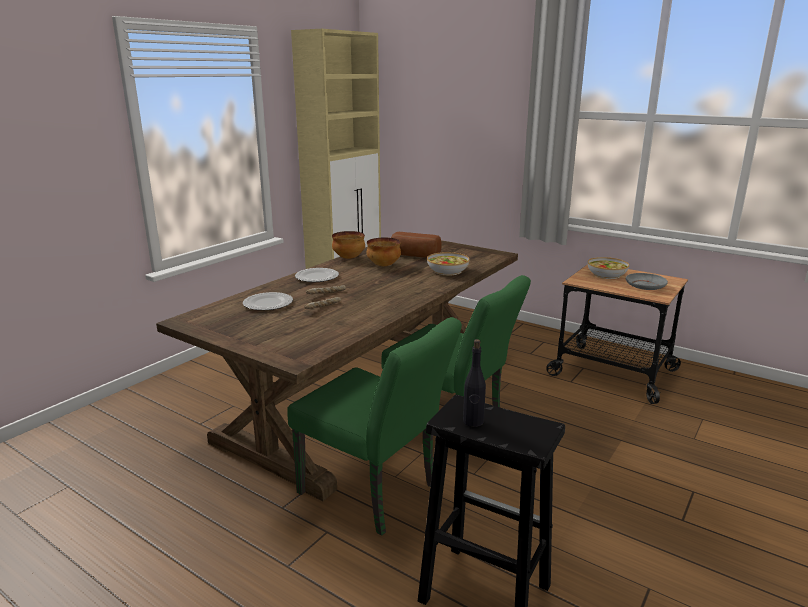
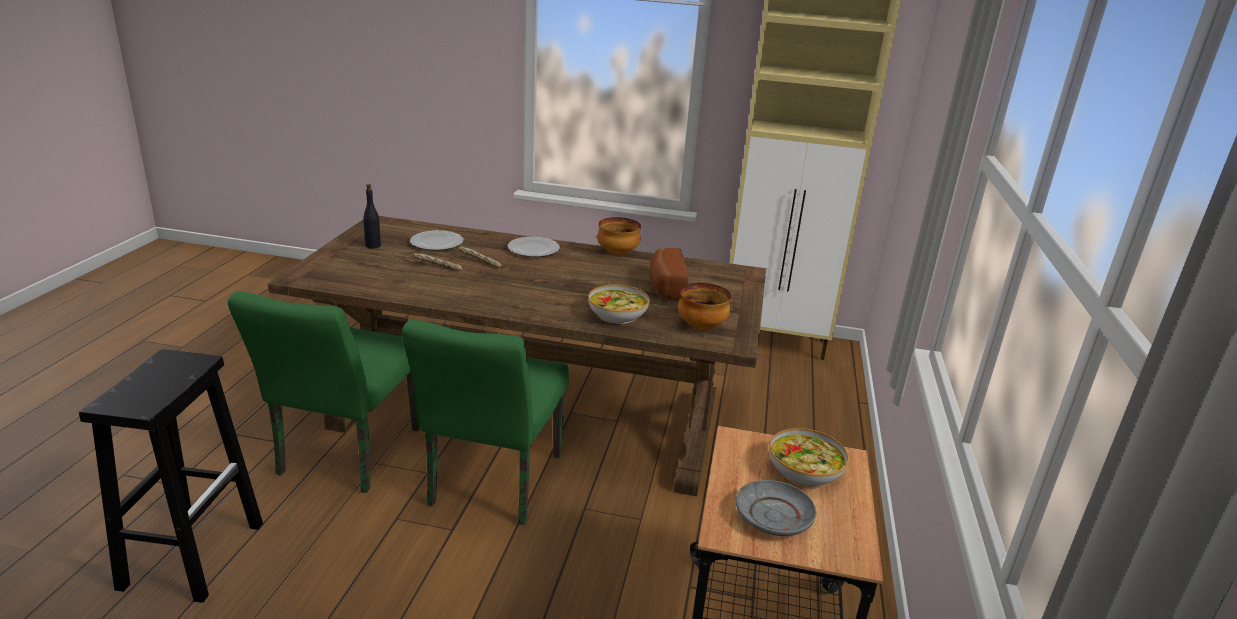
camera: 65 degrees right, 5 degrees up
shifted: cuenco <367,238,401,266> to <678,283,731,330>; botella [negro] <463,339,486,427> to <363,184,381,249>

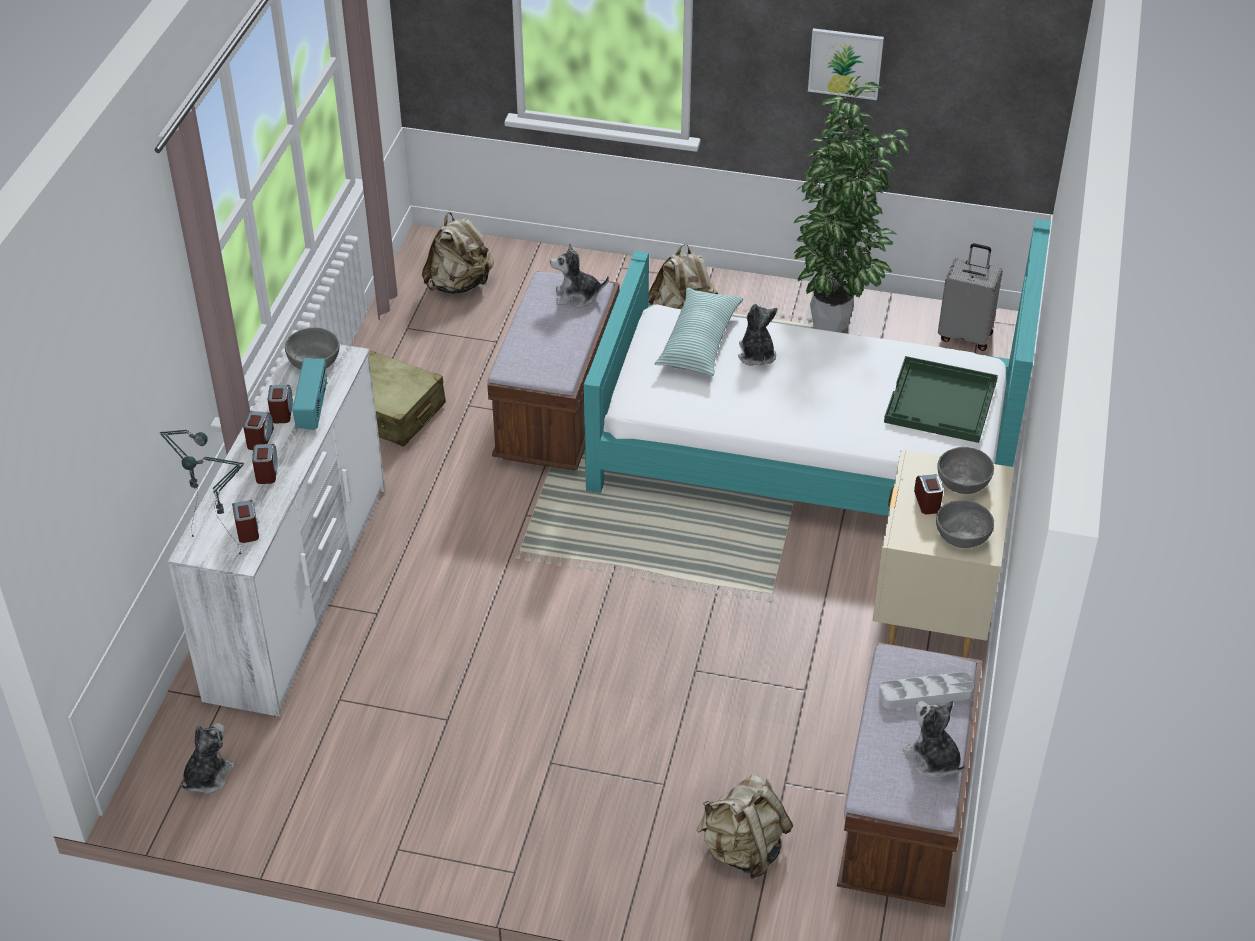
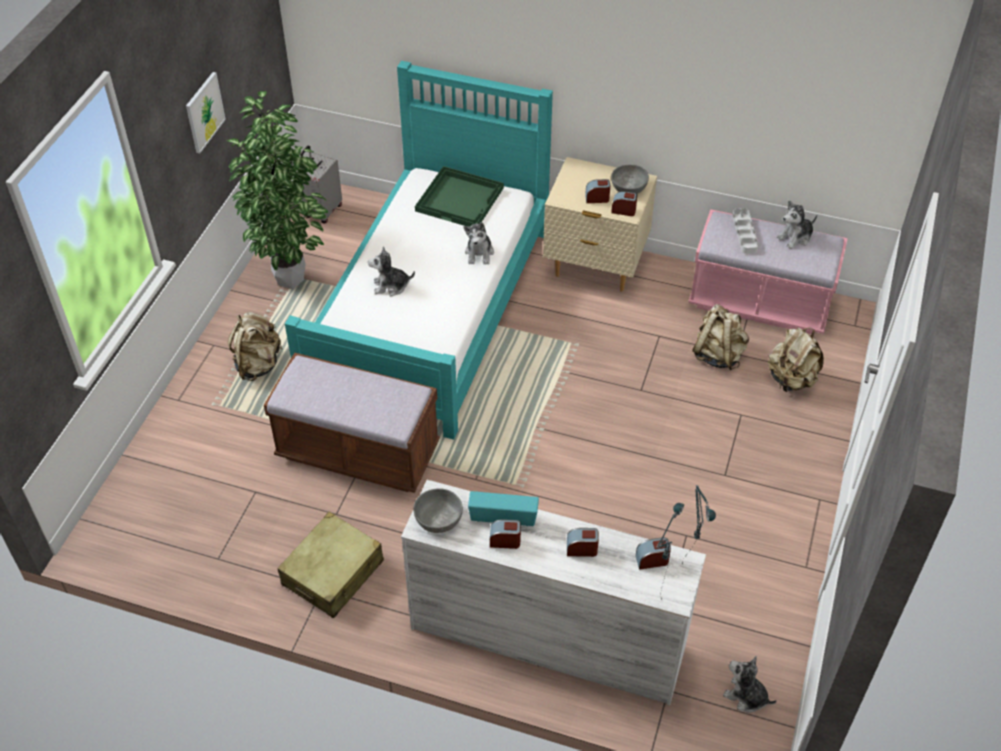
camera: 85 degrees left, 5 degrees up
gone: cojín <655,288,744,376>; cuenco [gris] <937,447,994,494>
shifted: despertador <243,411,274,450> to <611,191,637,216>; mochila [beis] <422,212,494,294> to <692,304,749,371>; peluche <550,244,609,308> to <464,222,494,265>
repainted: banco [marrón] <837,642,982,907> to banco [rosa] <688,209,848,334>

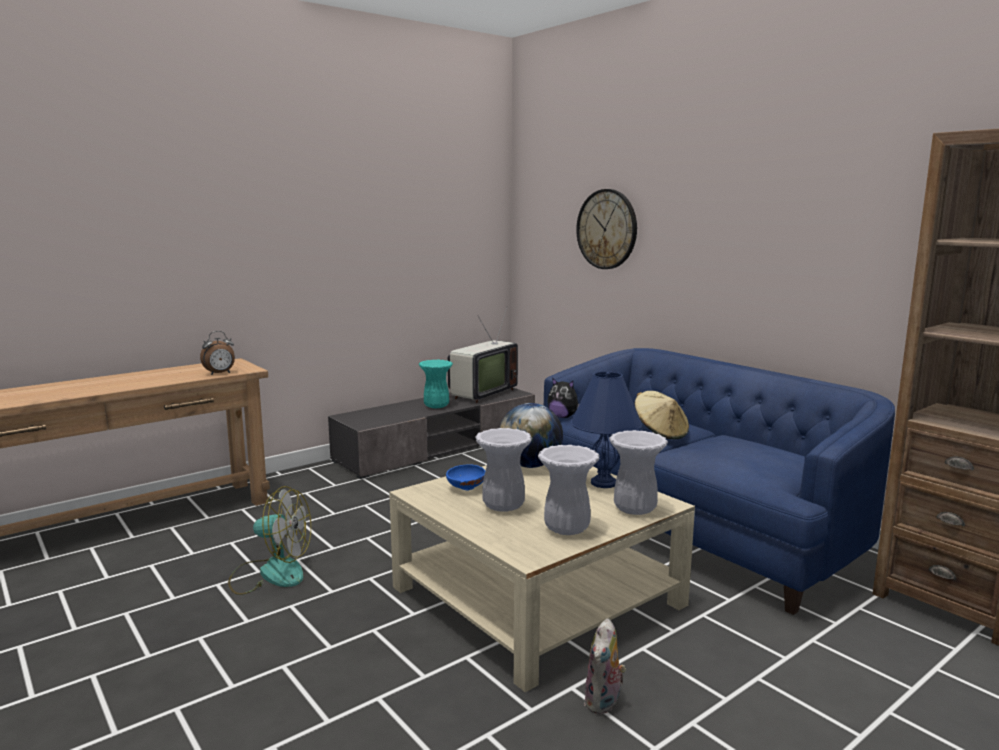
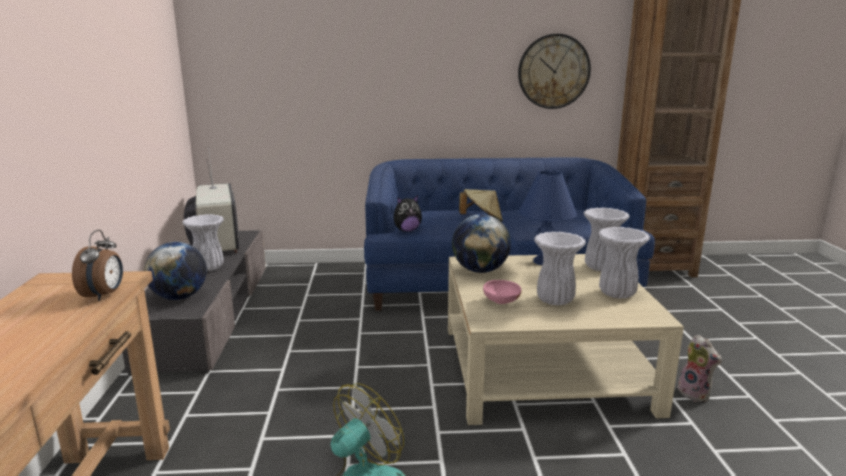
camera: 55 degrees left, 5 degrees up
new: globo terráqueo <144,242,207,300>
shifted: reloj de pared <576,189,637,269> to <518,34,591,109>
repainted: florero [turquesa] <419,360,453,408> to florero [blanco] <182,214,224,271>; cuenco [azul] <446,464,485,491> to cuenco [rosa] <483,280,521,304>

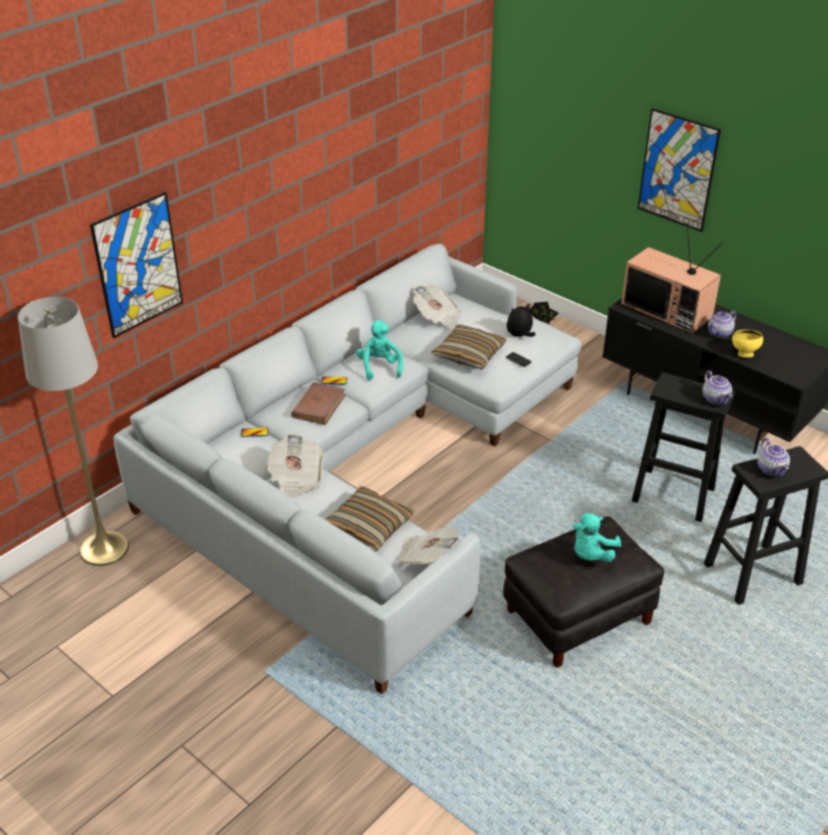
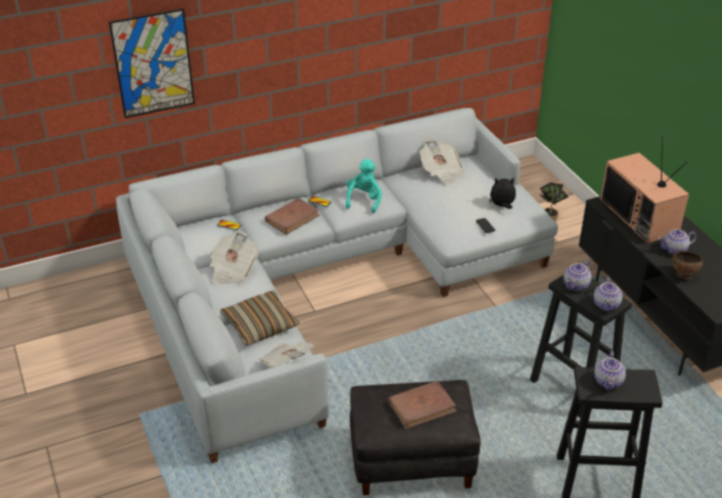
camera: 25 degrees right, 0 degrees up
gone: lámpara de pie [gris] <18,297,129,566>; cojín <431,325,507,369>; cuadro <638,108,721,232>
new: tetera <564,260,591,291>
swapped: peluche [turquesa] <573,513,621,562> to libro [marrón] <388,381,457,429>
repainted: cuenco [amarillo] <732,329,763,358> to cuenco [marrón] <672,251,703,279>

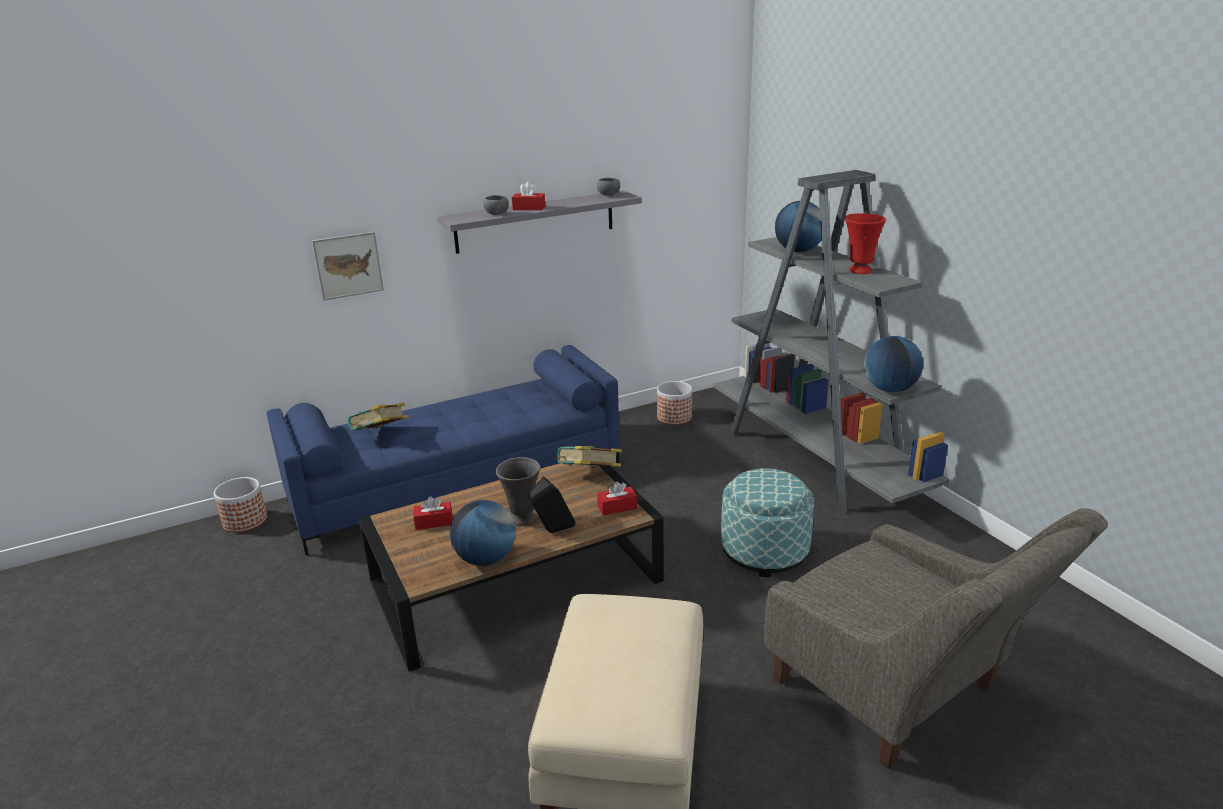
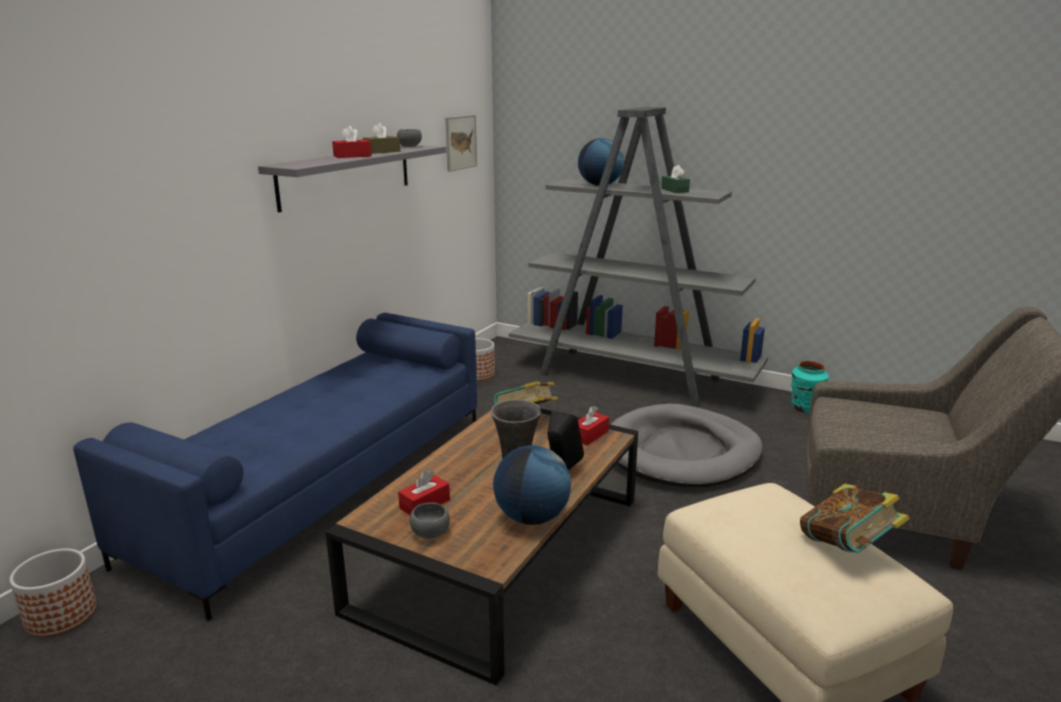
camera: 35 degrees left, 5 degrees down
gone: globo terráqueo <864,336,923,392>
new: caja de pañuelos [marrón] <363,123,400,154>; florero [turquesa] <791,361,829,413>
shifted: cuadro <312,232,384,301> to <445,115,477,172>; libro <348,403,409,431> to <800,483,910,553>; cuenco [gris] <483,195,509,215> to <410,503,450,539>
swapped: puf <721,468,814,577> to cama para perro [gris] <610,404,763,487>; florero [rojo] <845,213,886,274> to caja de pañuelos [verde] <661,165,690,193>

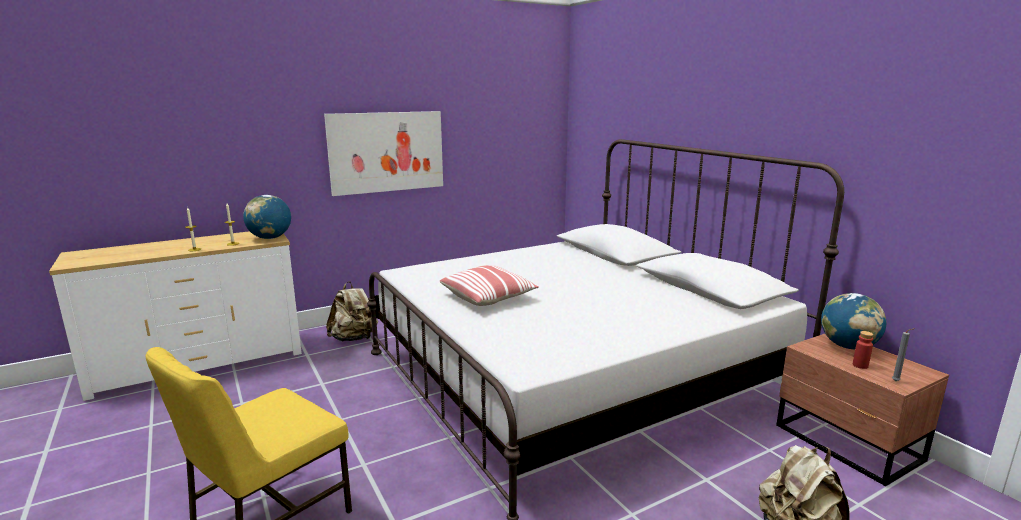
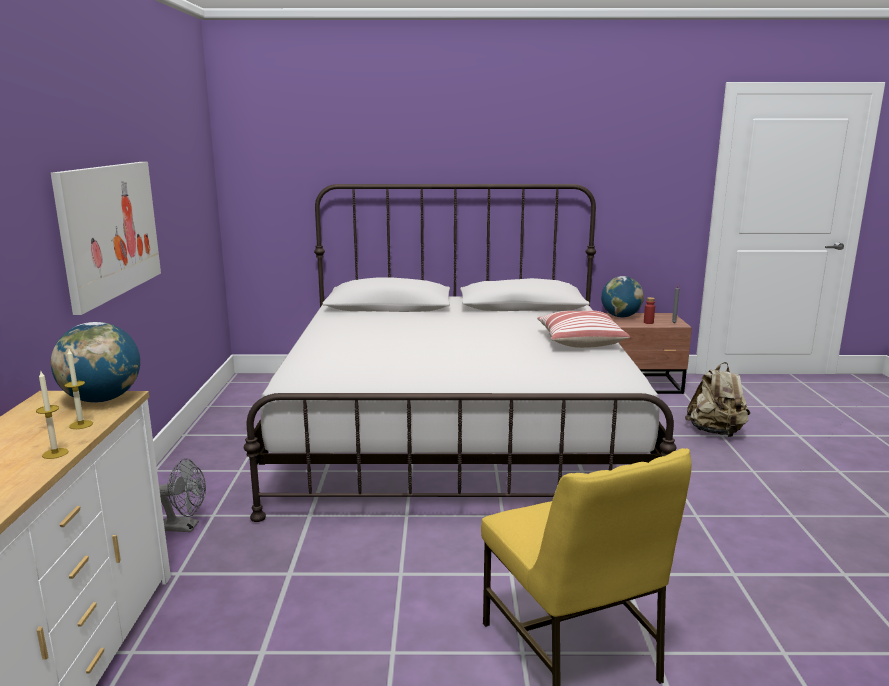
camera: 60 degrees left, 0 degrees up
shifted: cojín <440,265,539,306> to <537,310,630,348>
swapped: mochila [beis] <326,281,378,342> to ventilador [gris] <159,458,206,532>

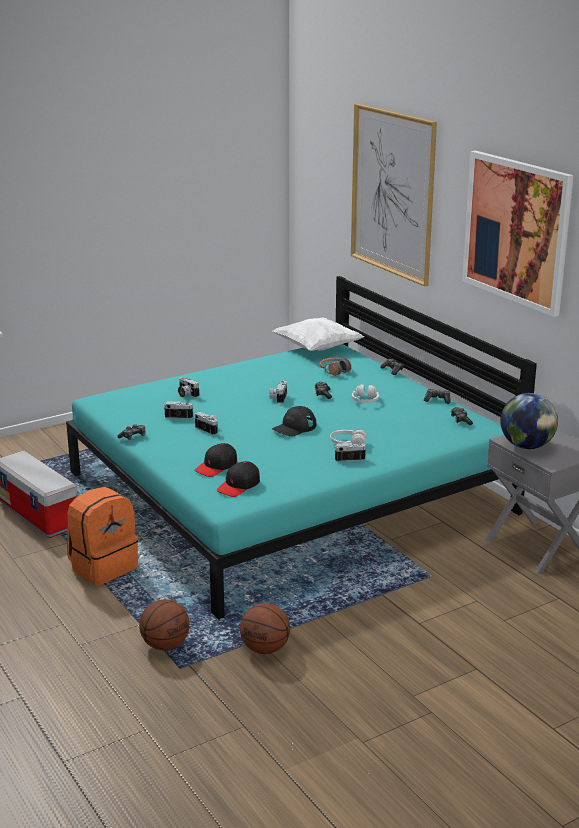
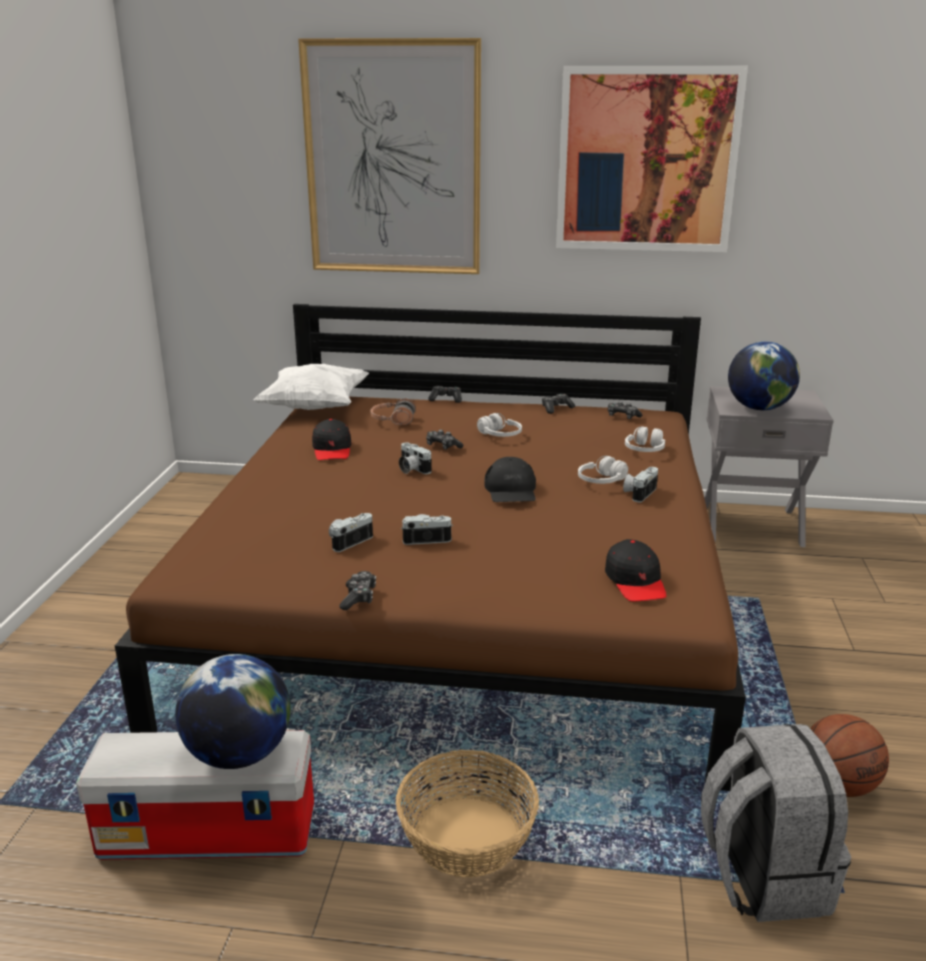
camera: 50 degrees left, 0 degrees up
gone: cámara <178,377,199,398>
new: globo terráqueo <175,654,291,769>; auriculares [blanco] <625,426,665,452>
shifted: gorra [negro] <194,443,237,477> to <312,419,351,460>
swapped: mochila [naranja] <67,487,138,586> to cesta <396,750,539,878>; balón de baloncesto <139,600,190,650> to mochila [gris] <701,724,851,922>
repainted: cama [turquesa] <66,276,537,620> to cama [marrón] <115,304,746,791>

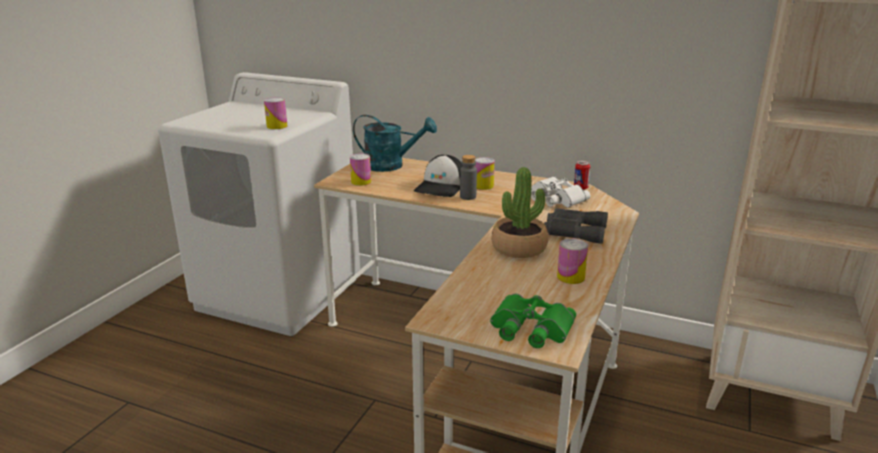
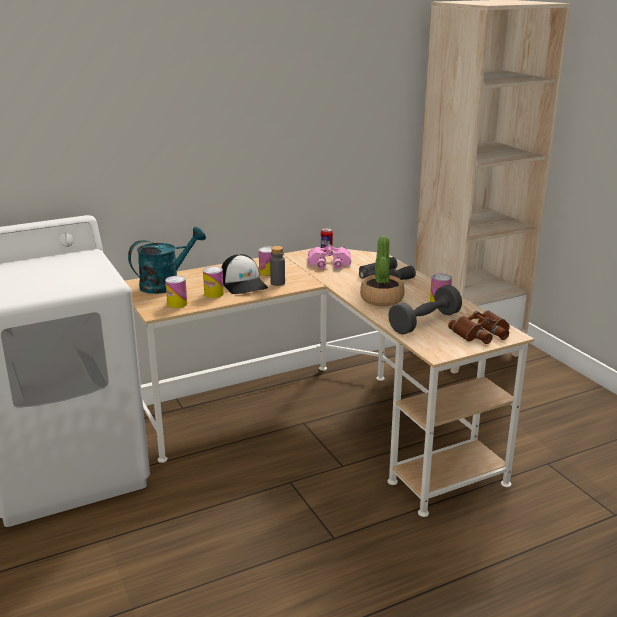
camera: 50 degrees left, 0 degrees up
new: mancuerna [gris] <388,285,462,335>
shifted: lata <264,97,287,129> to <203,266,224,298>
repainted: prismáticos [verde] <490,293,576,348> to prismáticos [marrón] <448,310,510,344>; prismáticos [blanco] <531,176,590,208> to prismáticos [rosa] <308,245,351,269>

